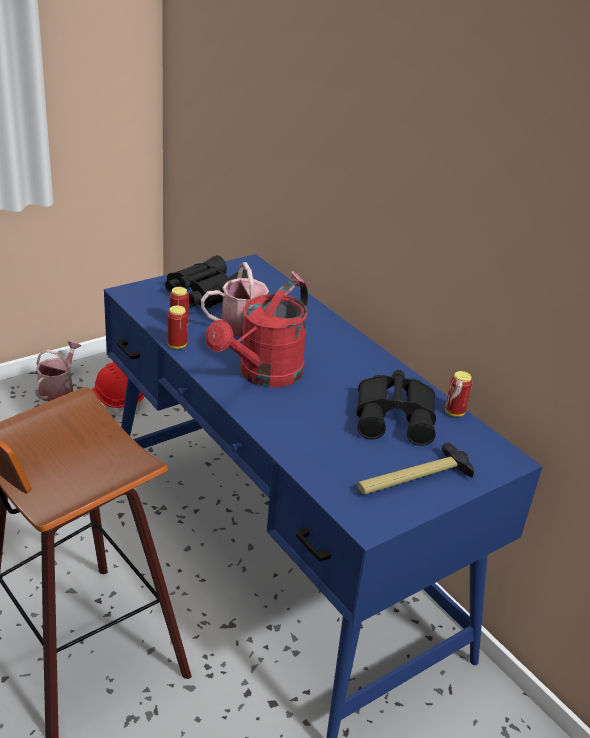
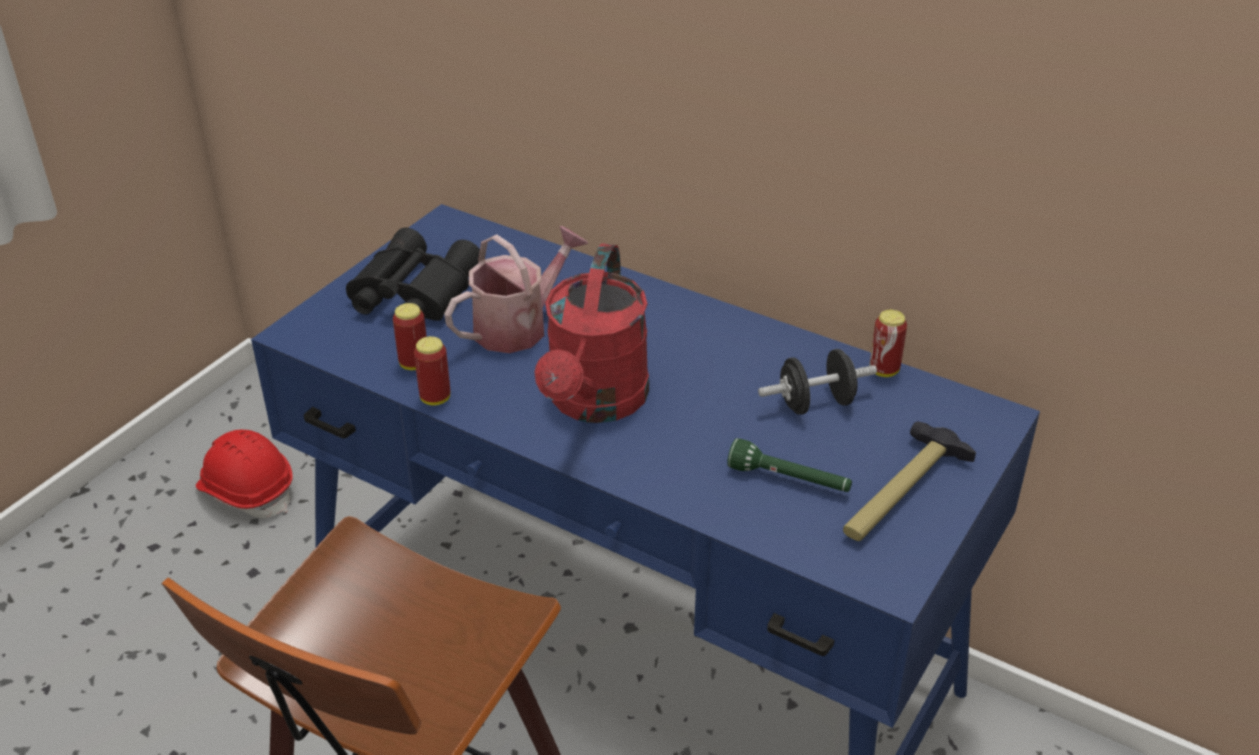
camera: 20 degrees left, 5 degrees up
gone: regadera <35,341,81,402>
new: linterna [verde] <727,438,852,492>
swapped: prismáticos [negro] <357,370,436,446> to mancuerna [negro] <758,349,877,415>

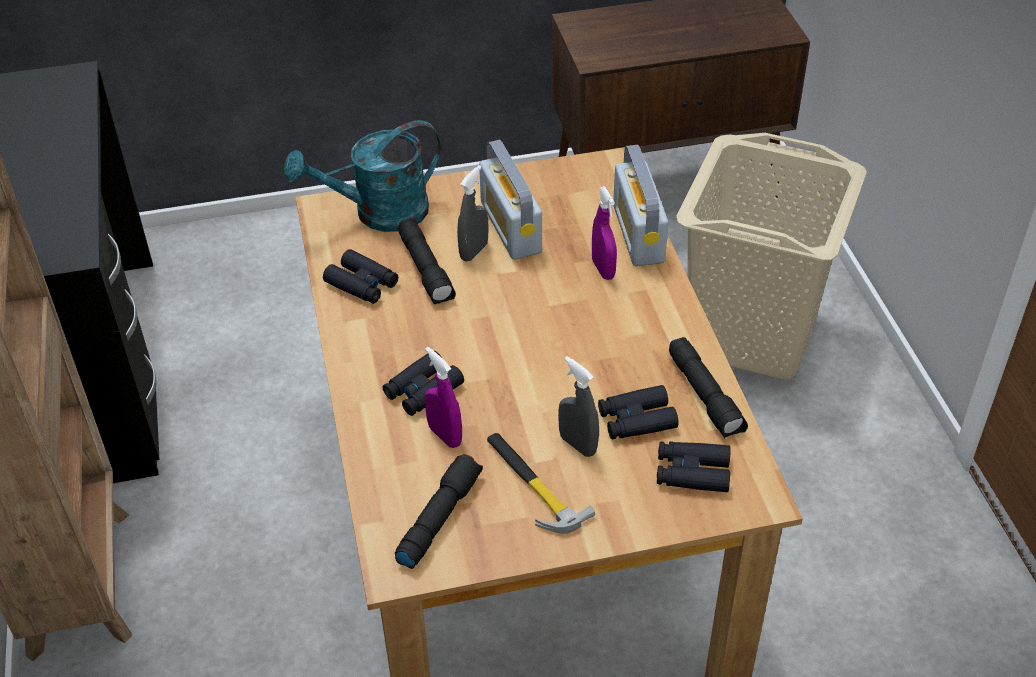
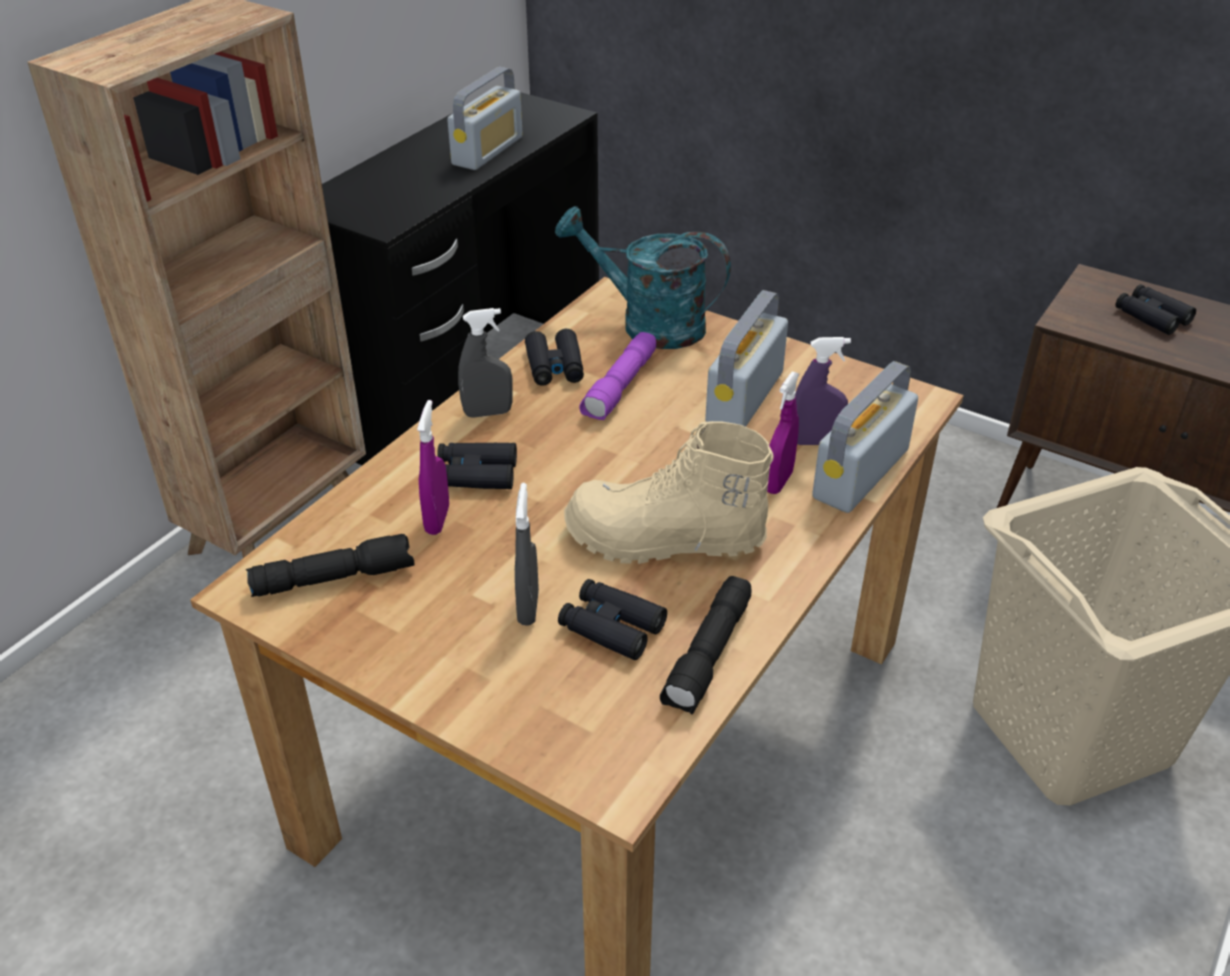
camera: 45 degrees right, 5 degrees down
gone: martillo <487,433,595,534>
new: radio <447,67,523,170>; bota [beis] <564,421,774,564>; pulverizador [morado] <795,337,851,445>
shifted: pulverizador [gris] <457,165,488,262> to <458,308,513,418>; prismáticos [negro] <657,441,731,492> to <1115,284,1196,335>
repainted: linterna [negro] <399,219,456,304> to linterna [morado] <579,332,656,420>

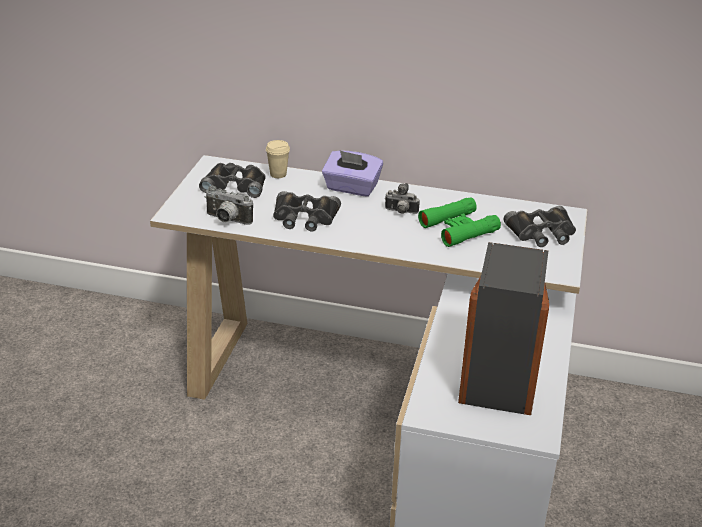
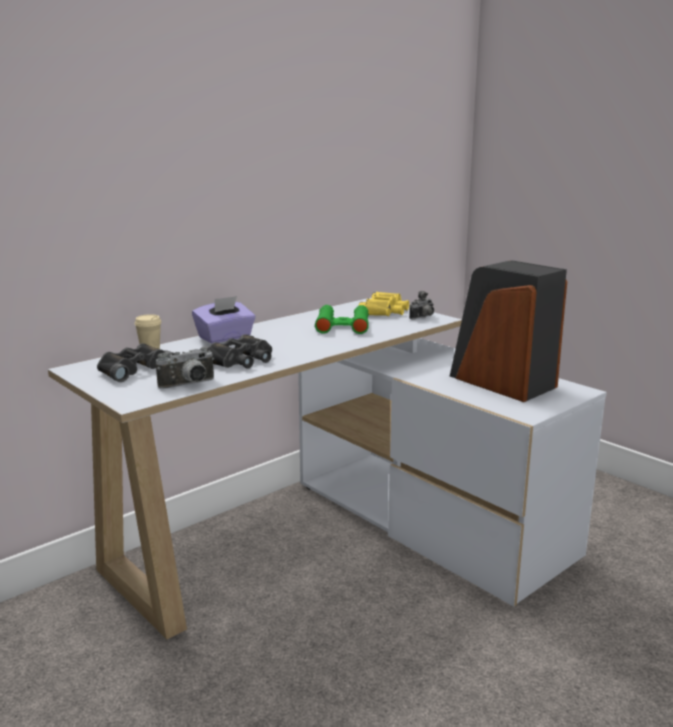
camera: 55 degrees left, 15 degrees down
shifted: cámara <385,183,420,214> to <409,291,434,320>
repainted: prismáticos [negro] <503,206,576,247> to prismáticos [amarillo] <359,292,409,316>

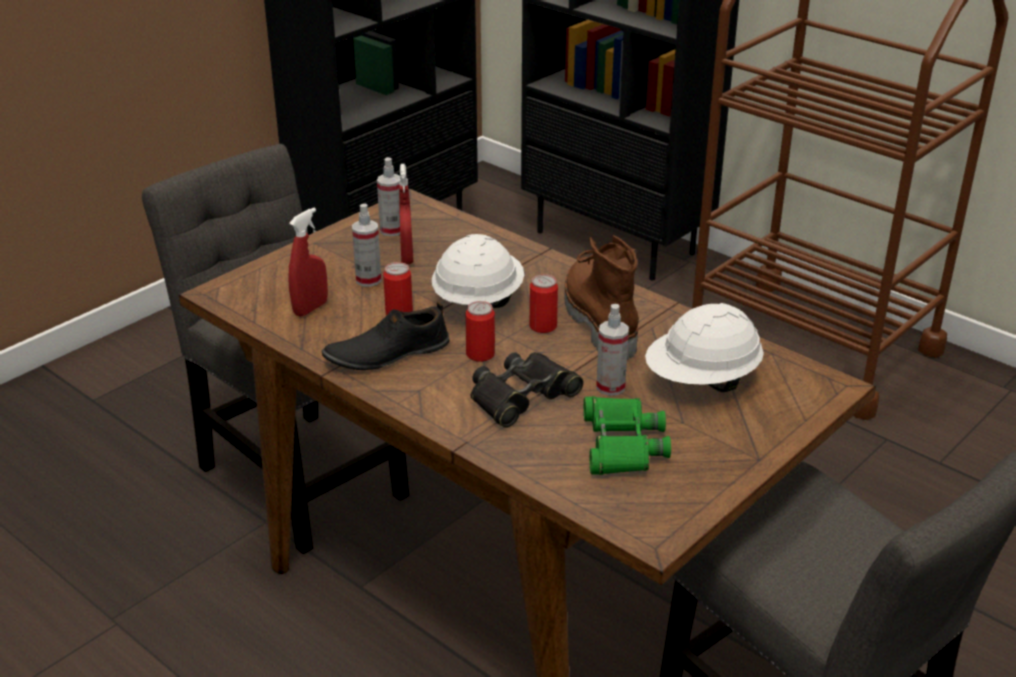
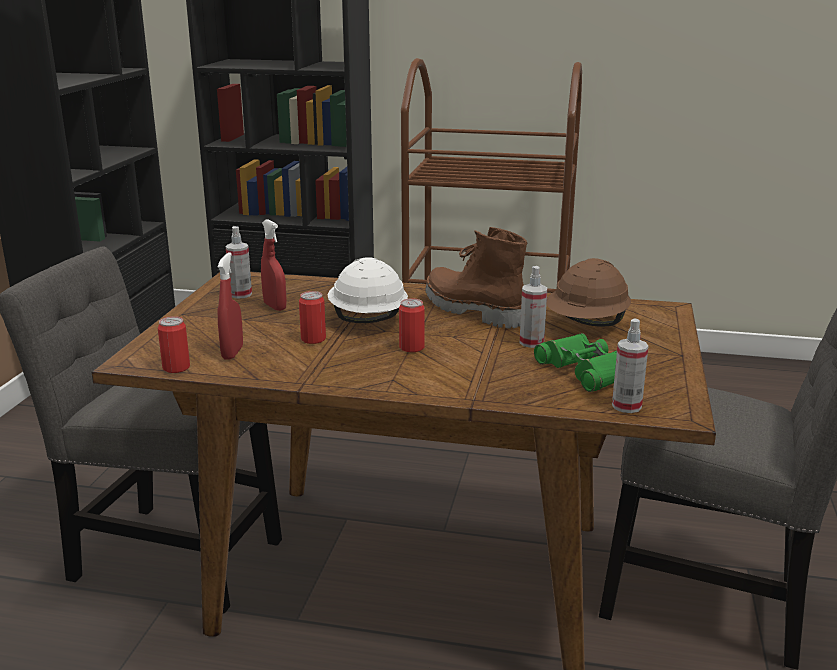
camera: 30 degrees left, 10 degrees down
gone: zapato [negro] <322,302,450,370>; prismáticos [negro] <470,352,584,428>
shifted: pulverizador <352,203,382,287> to <612,318,648,413>; lata <530,274,558,333> to <158,316,190,373>
repainted: casco [blanco] <645,303,764,392> to casco [marrón] <547,258,631,327>

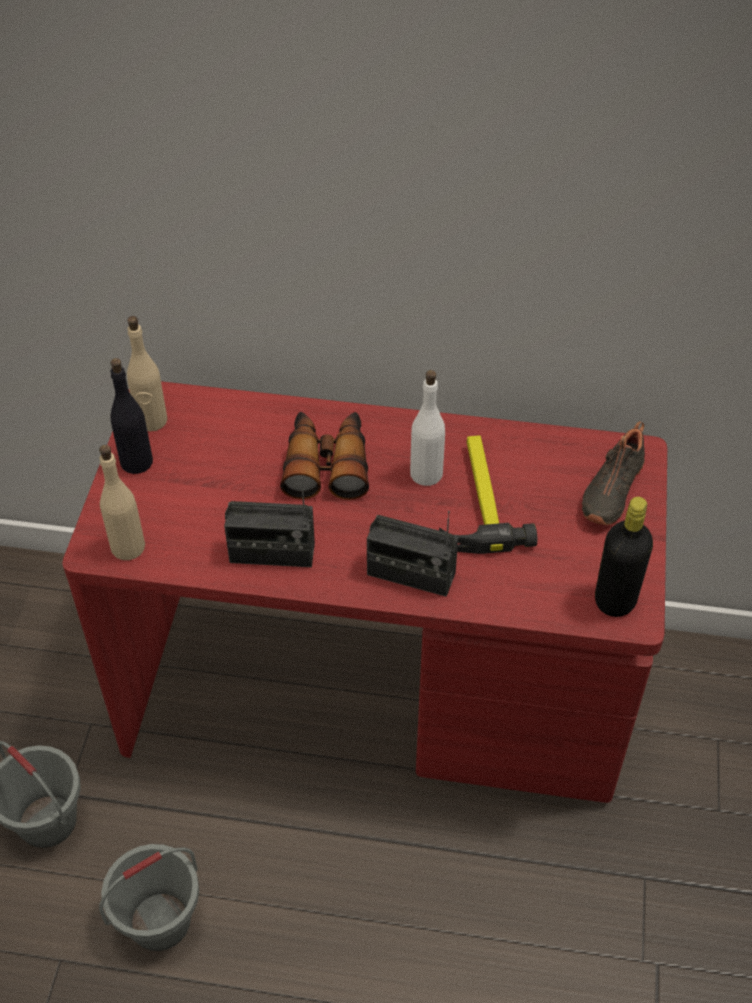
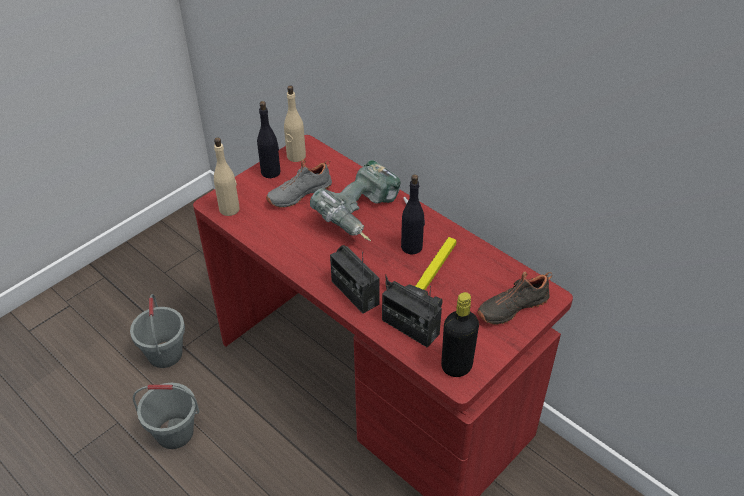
camera: 35 degrees right, 5 degrees down
new: zapato [gris] <266,159,332,208>
shifted: radio <224,482,315,567> to <382,281,442,347>
swapped: prismáticos <280,411,369,500> to taladro <310,160,409,241>
repainted: botella [blanco] <410,370,445,486> to botella [negro] <401,174,425,255>

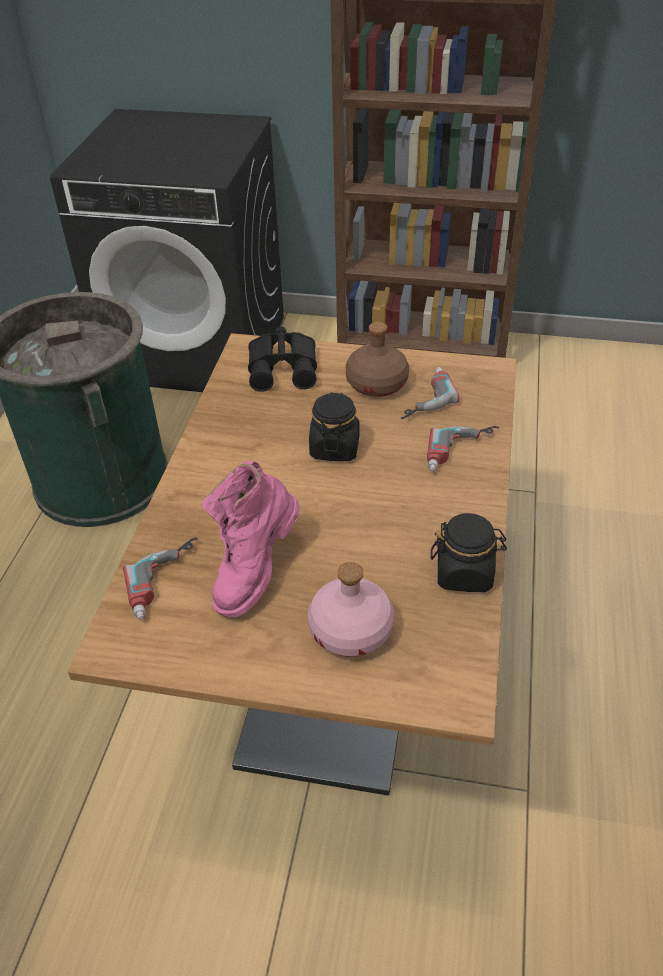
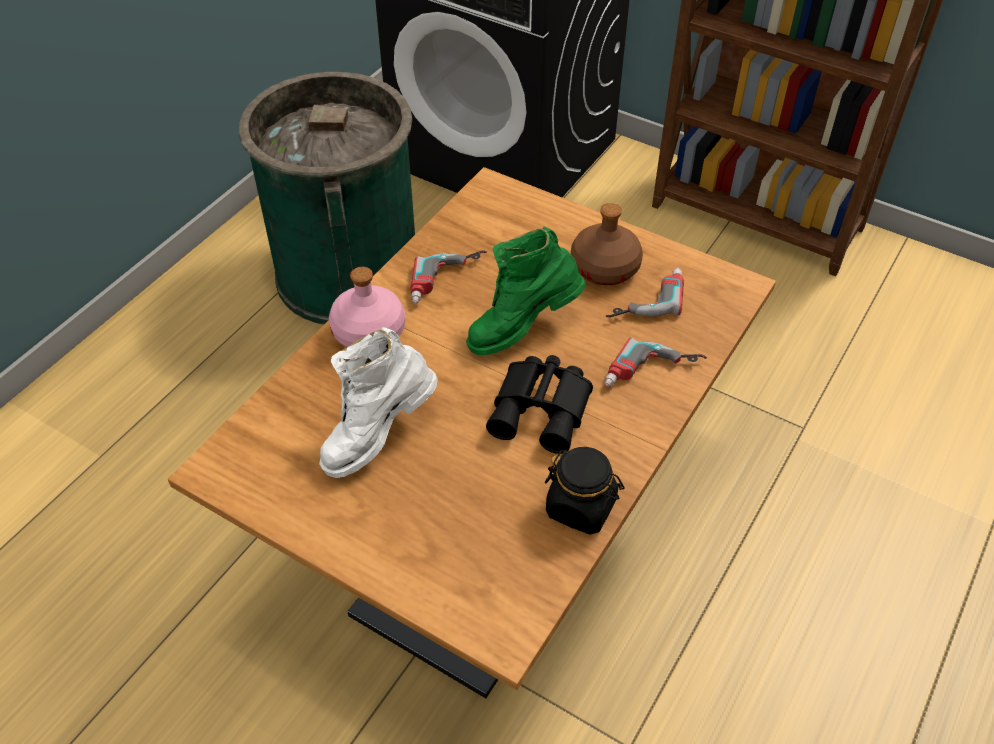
camera: 20 degrees right, 5 degrees up
shifted: taladro <123,537,198,620> to <410,251,487,304>; prismáticos [negro] <248,327,317,392> to <486,355,593,454>; botella [rosa] <308,562,394,657> to <329,267,405,347>
swapped: tarro [negro] <309,392,360,461> to bota [verde] <466,227,586,355>
repainted: bota [rosa] <201,461,300,617> to bota [blanco] <319,327,438,478>

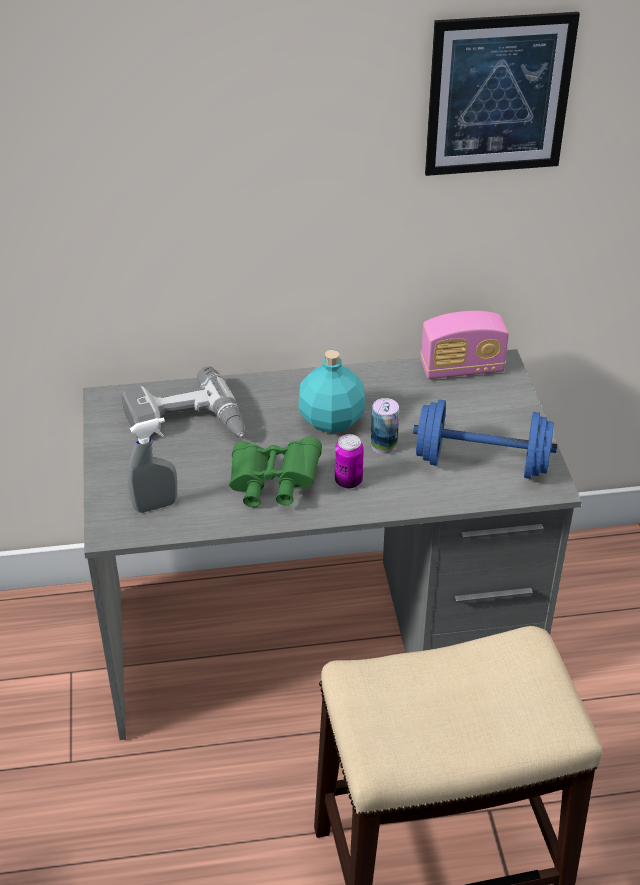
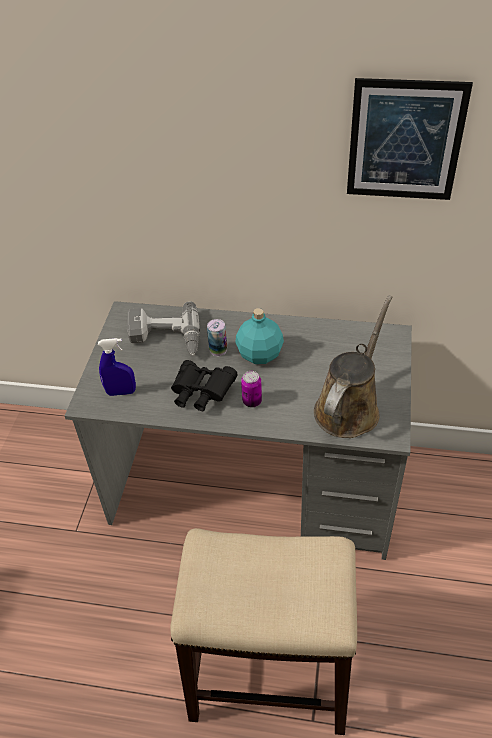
camera: 20 degrees right, 5 degrees up
gone: radio <421,311,509,379>
shifted: lata <371,398,399,454> to <207,319,227,356>
swapped: mancuerna [azul] <413,399,557,479> to regadera [marrón] <314,296,393,438>
repainted: pulverizador [gris] <127,417,177,513> to pulverizador [azul] <98,338,136,396>; prismáticos [verde] <229,437,322,507> to prismáticos [negro] <171,360,238,411>

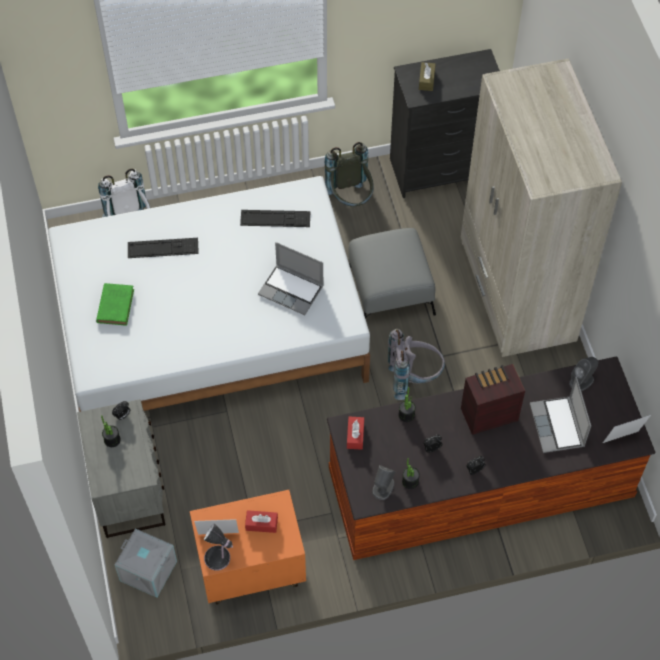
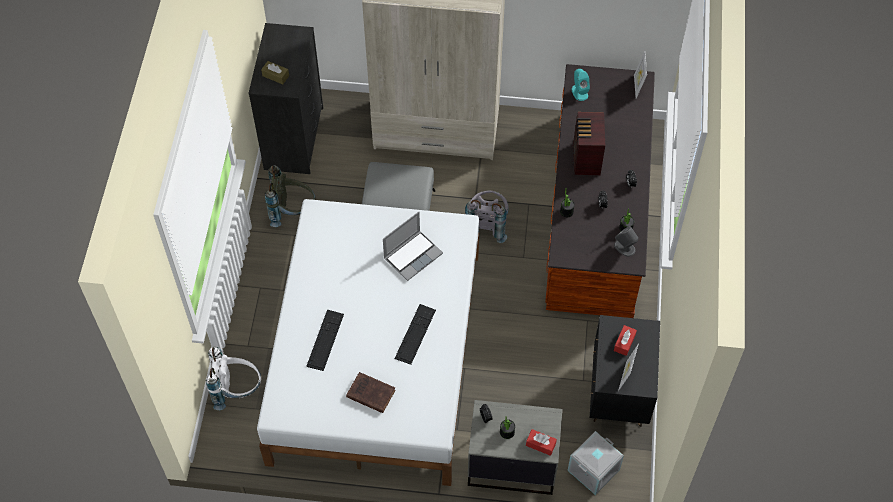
camera: 70 degrees left, 0 degrees up
gone: lámpara de mesa <204,524,233,571>; portátil <530,376,591,453>
shifted: teclado <240,210,310,227> to <395,304,436,365>; caja de pañuelos [rojo] <347,417,364,450> to <526,429,557,456>
repainted: libro [verde] <96,283,134,326> to libro [marrón] <346,372,395,413>; mesita de noche [naranja] <190,490,306,605> to mesita de noche [negro] <590,315,660,427>; altavoz [gris] <569,357,598,391> to altavoz [turquesa] <571,69,590,101>

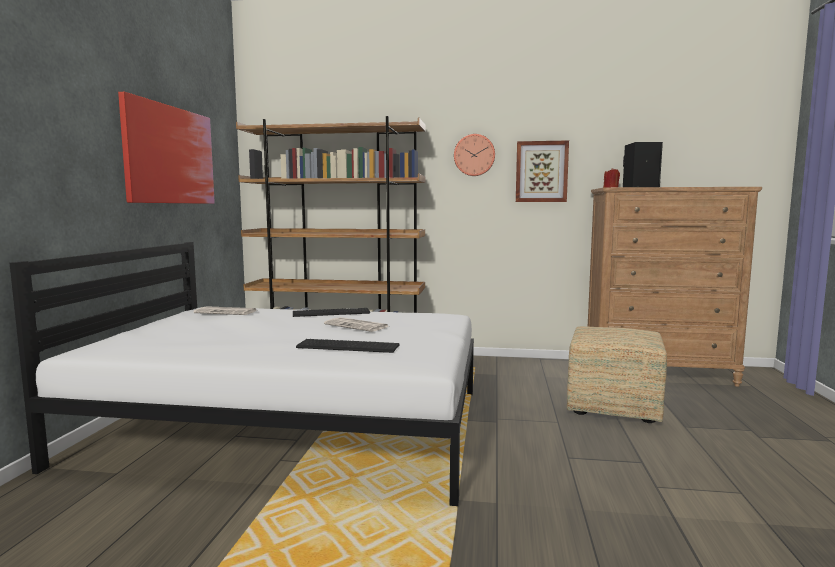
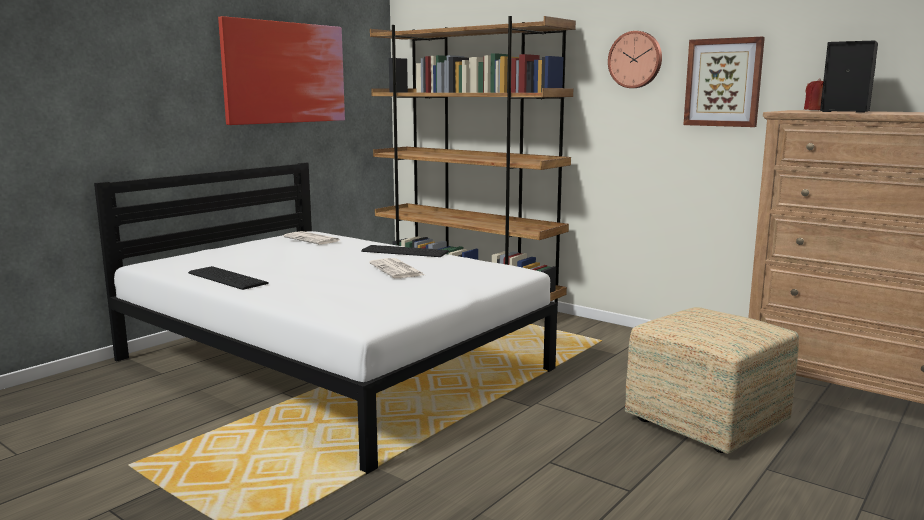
camera: 30 degrees right, 5 degrees up
shifted: teclado <296,339,400,353> to <188,266,269,290>

